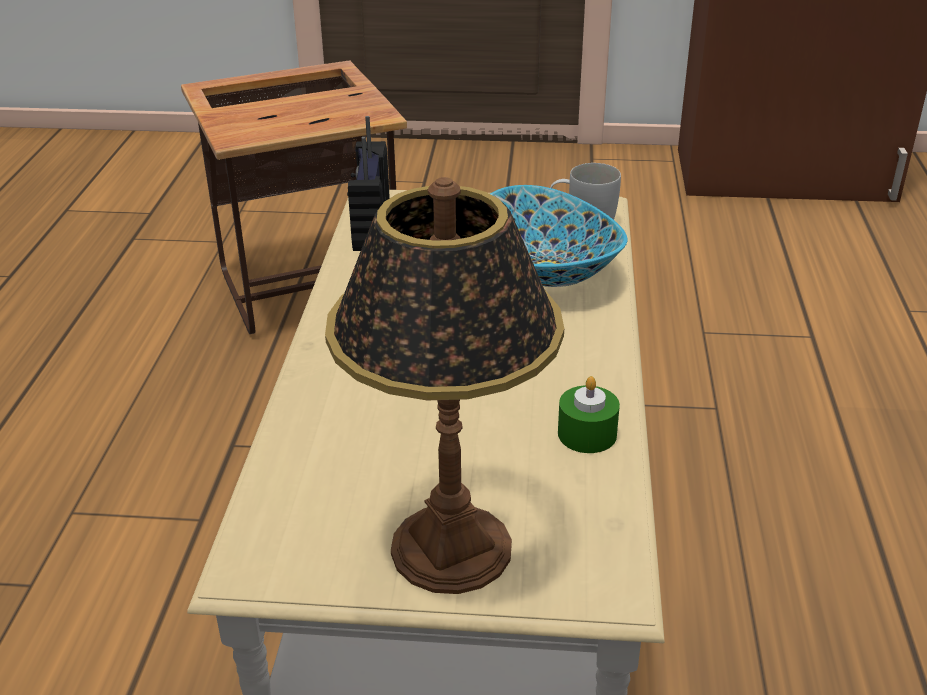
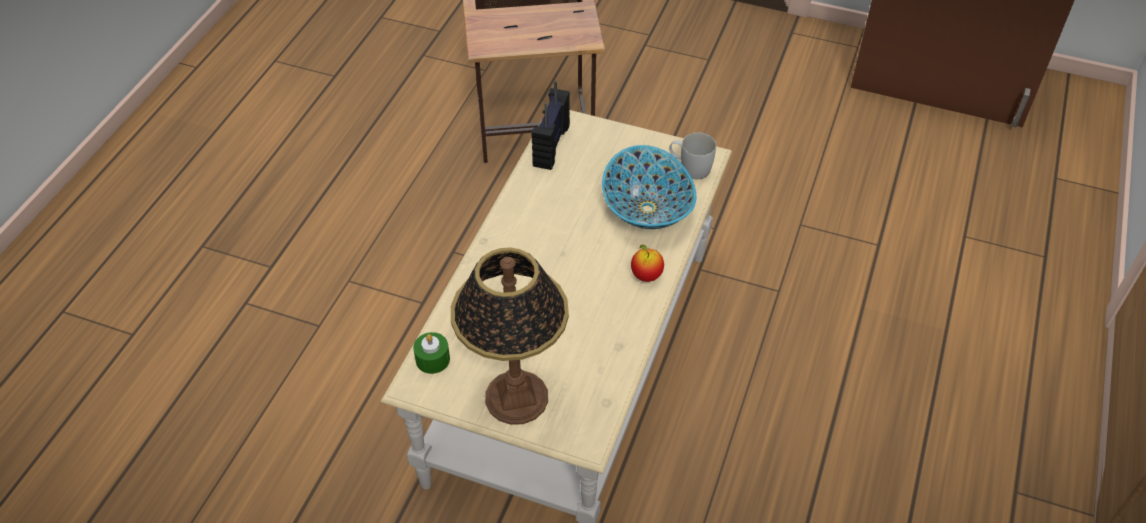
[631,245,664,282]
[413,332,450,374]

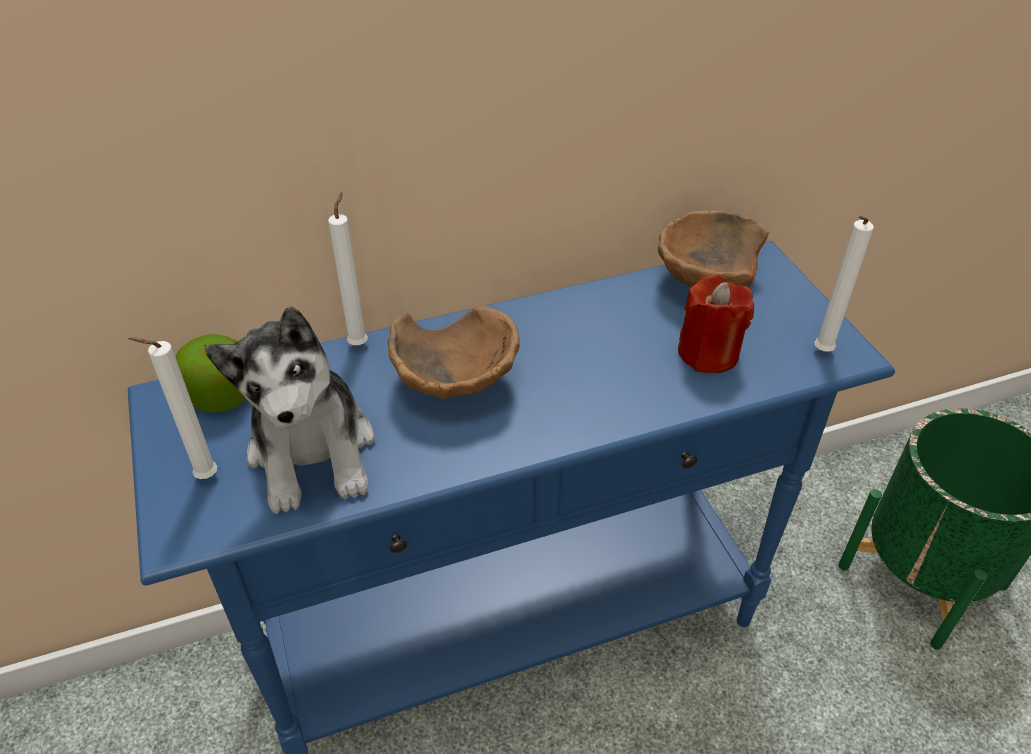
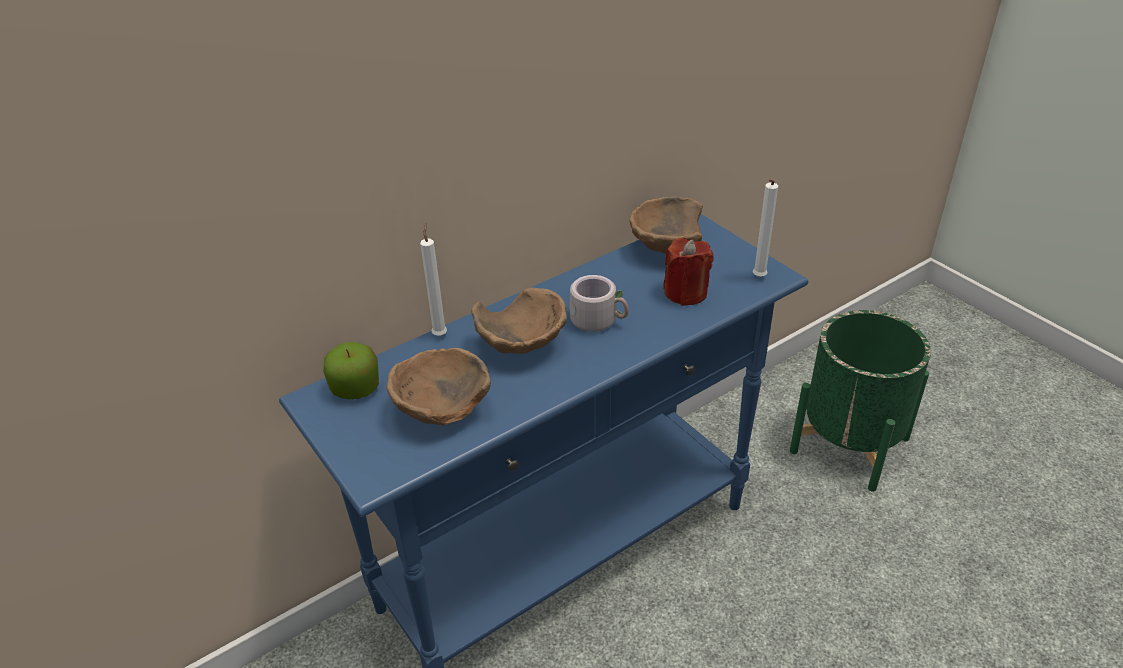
[128,337,217,479] (first image)
[570,275,629,332]
[386,348,491,425]

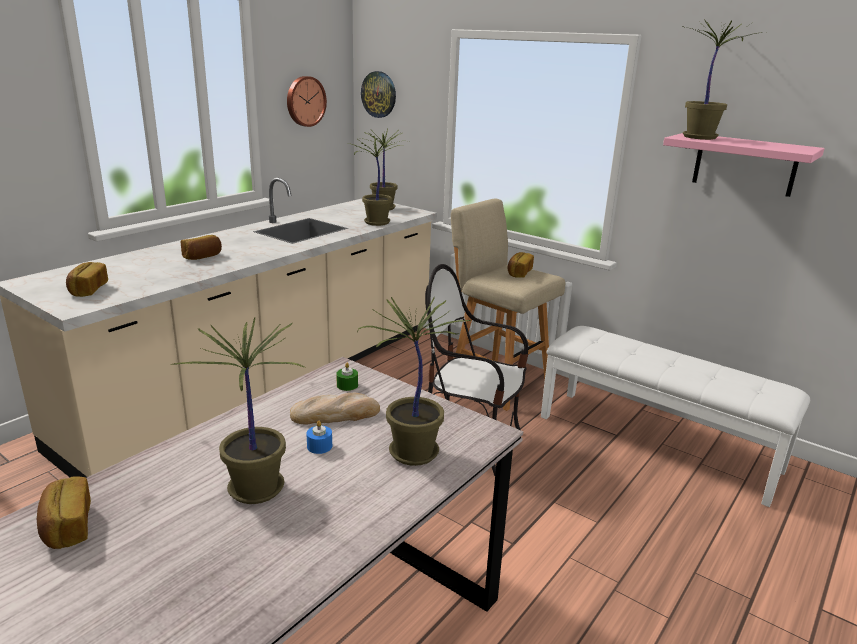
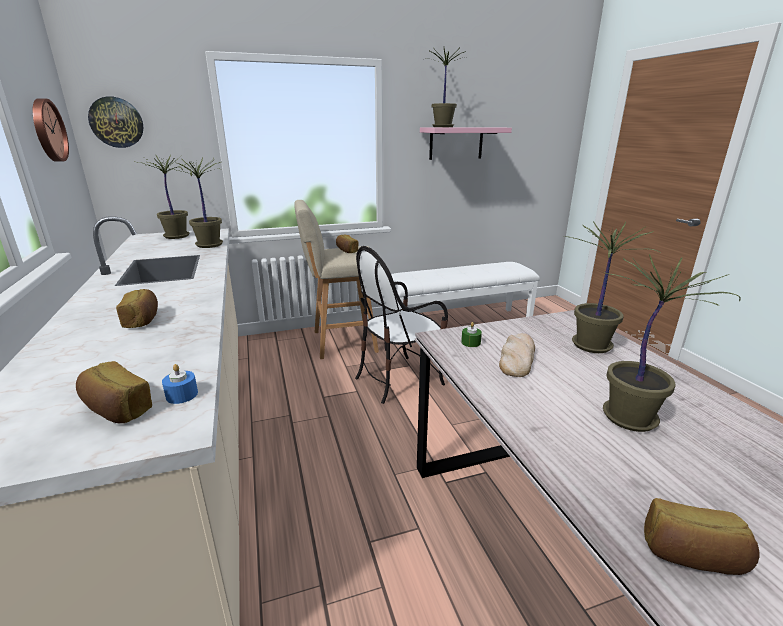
[162,364,198,404]

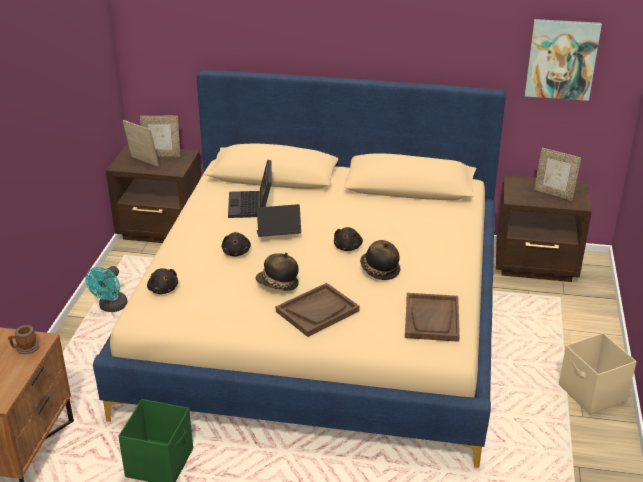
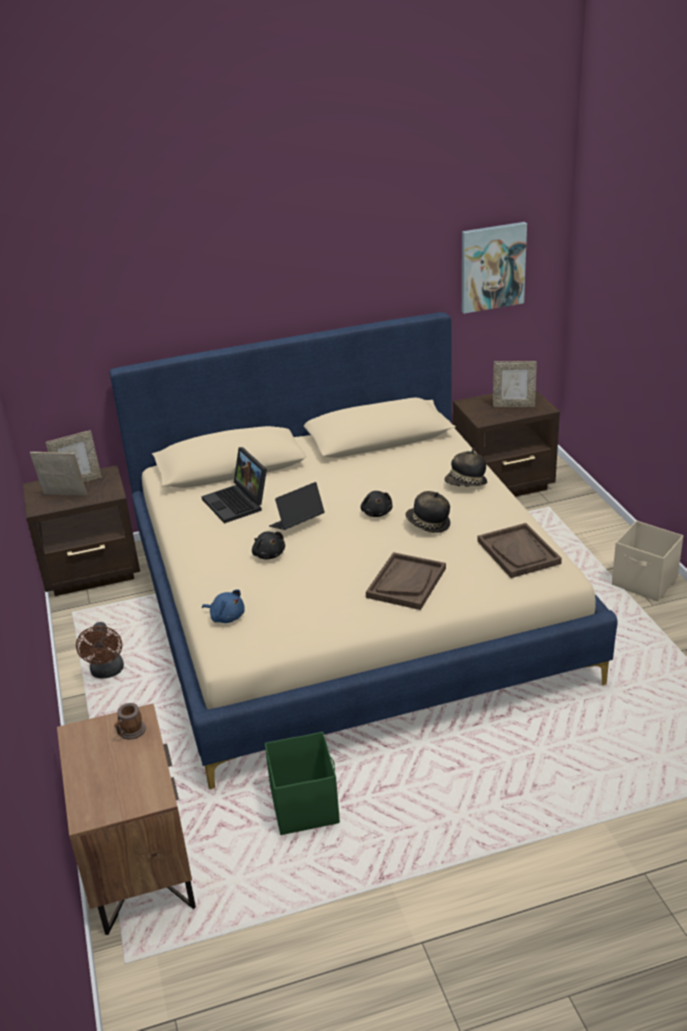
[444,448,487,487]
[76,622,124,678]
[202,589,245,623]

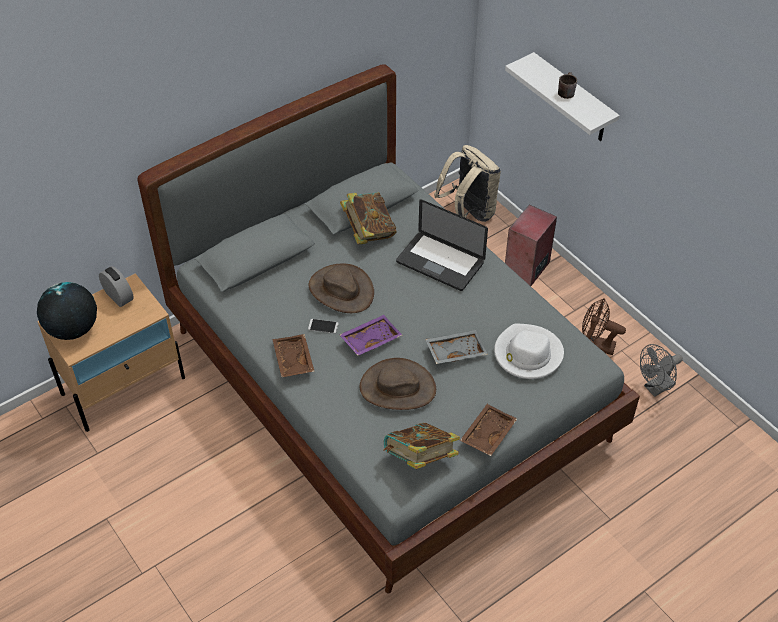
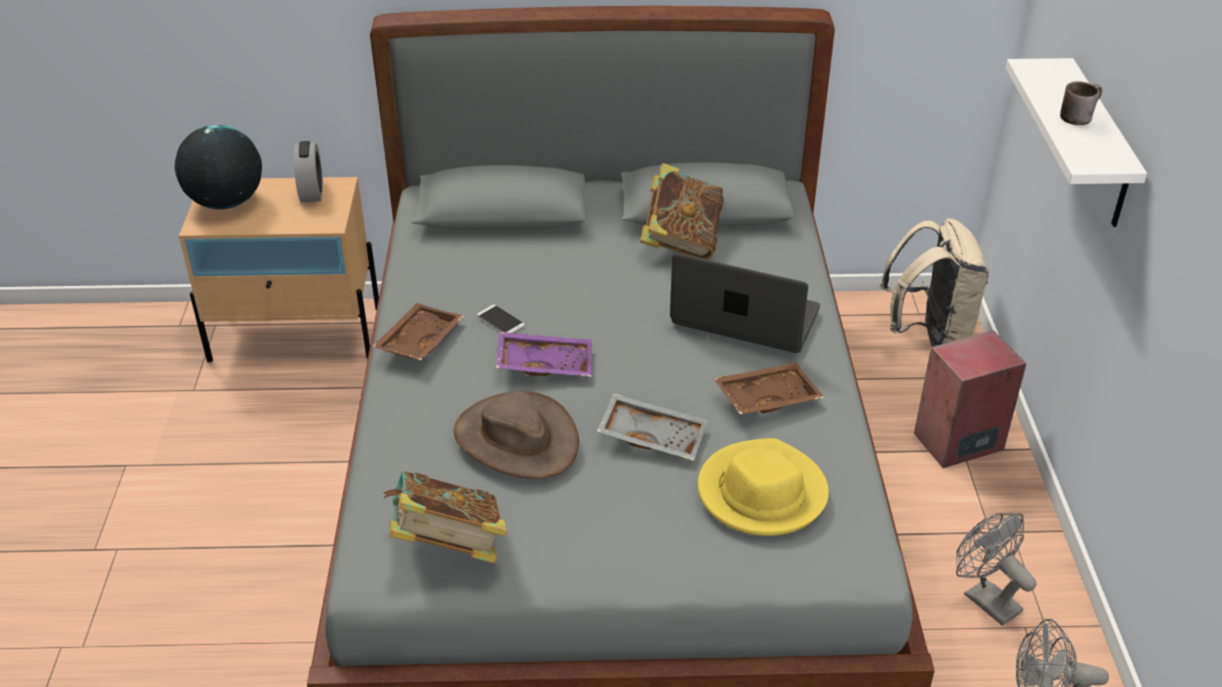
[309,264,374,313] (first image)
[713,363,825,414]
[698,438,829,536]
[956,513,1036,626]
[670,253,820,353]

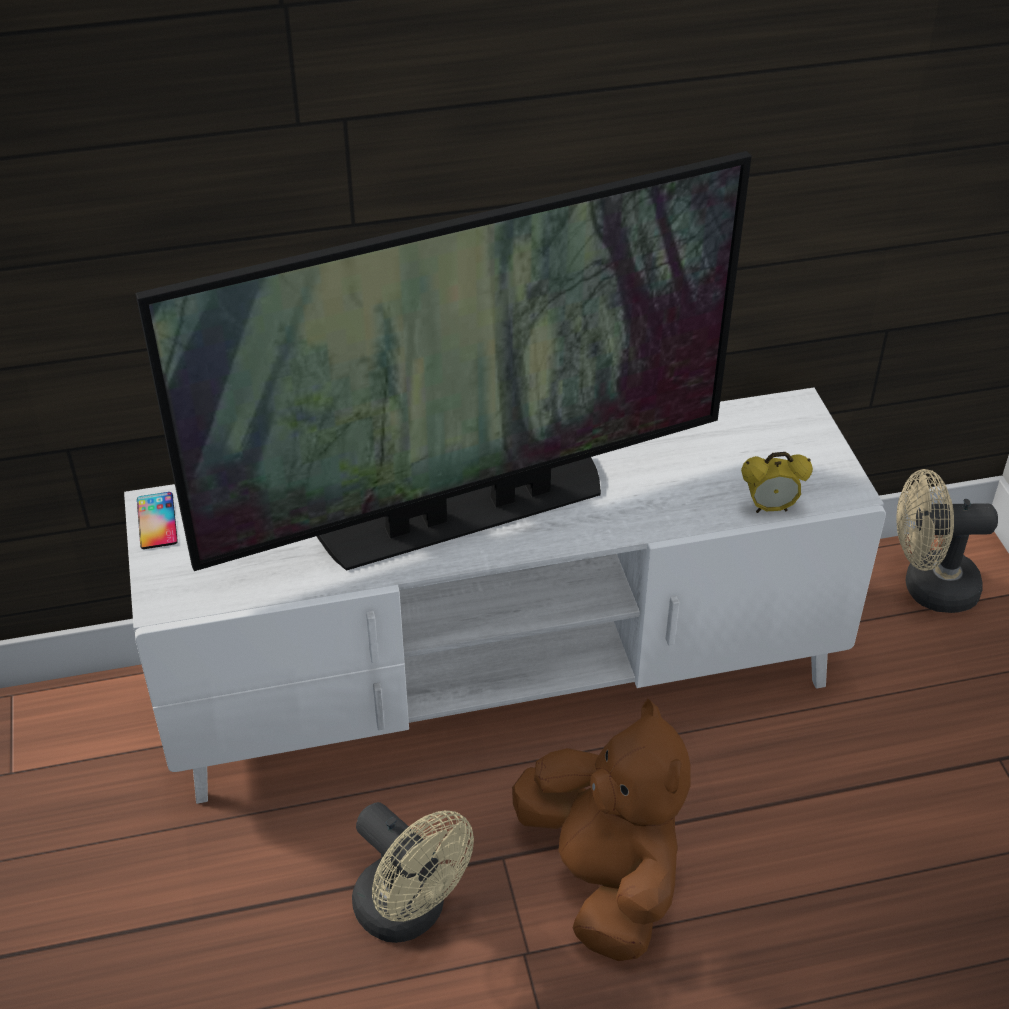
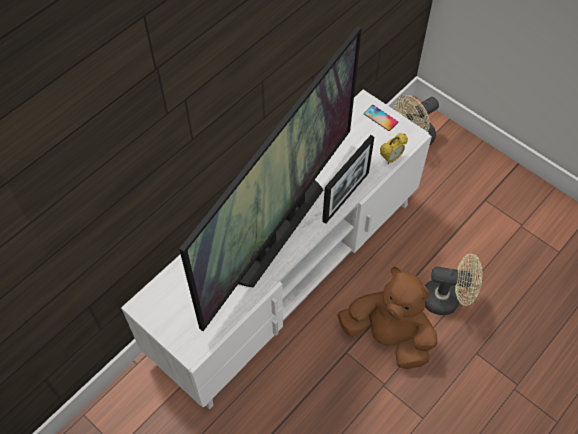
[322,135,374,224]
[364,105,398,131]
[425,254,482,315]

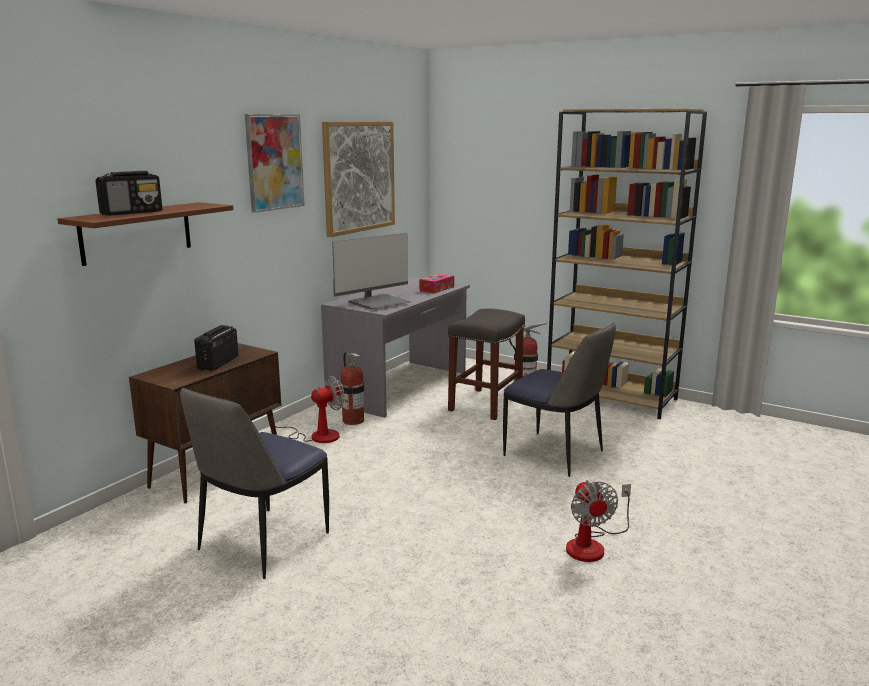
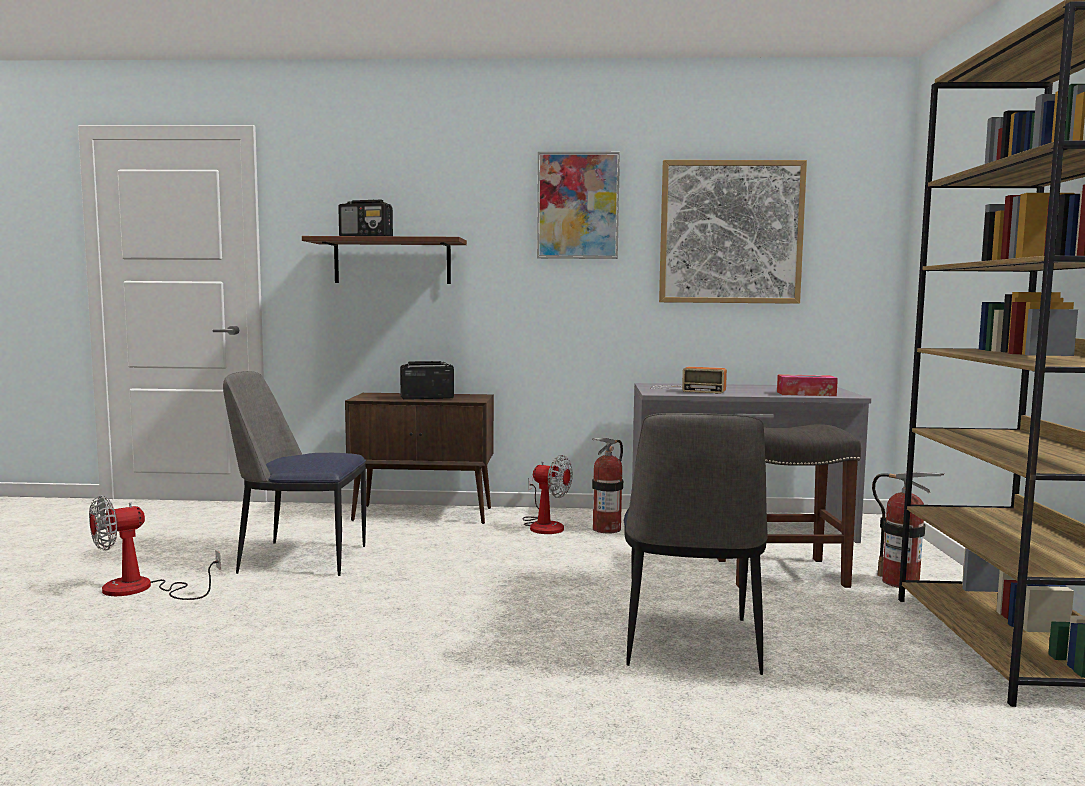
[89,495,221,600]
[650,367,727,394]

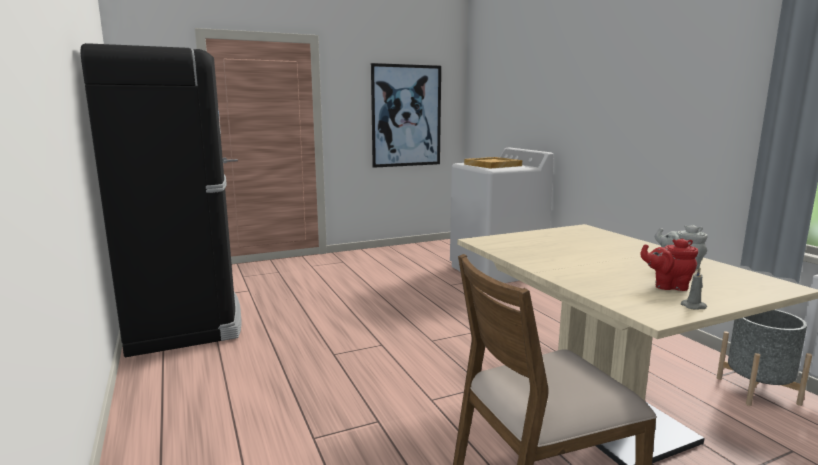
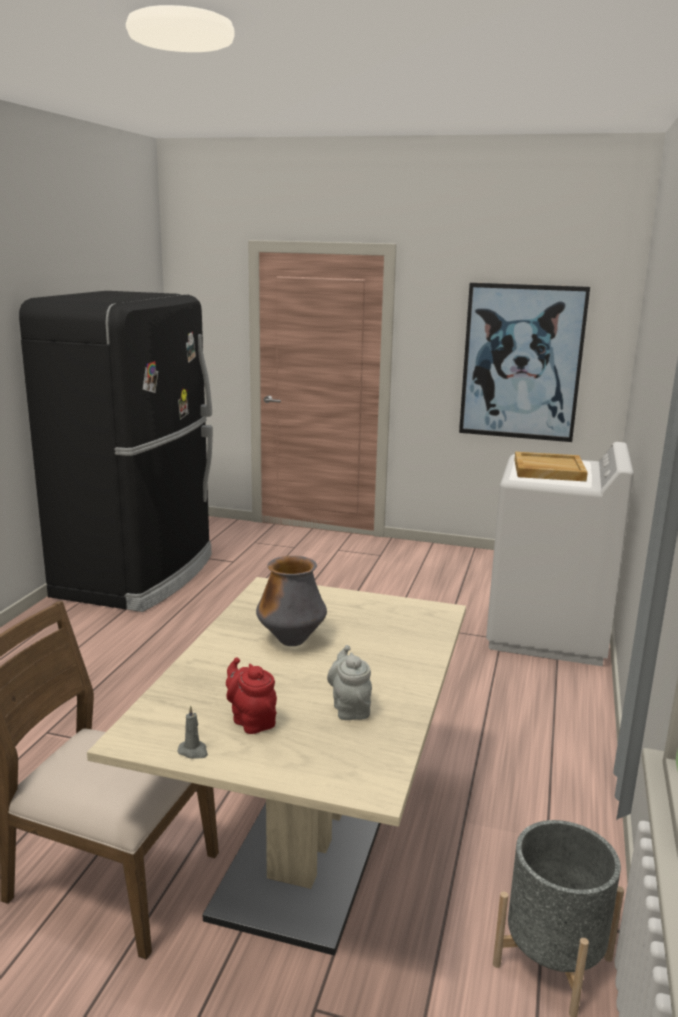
[256,556,327,646]

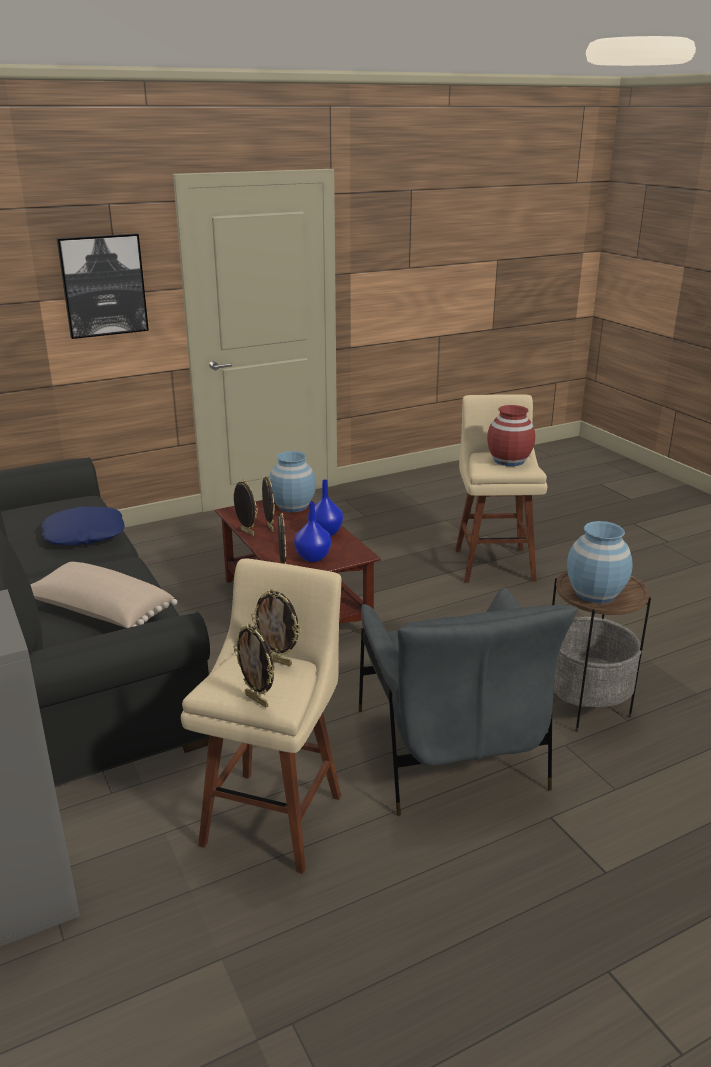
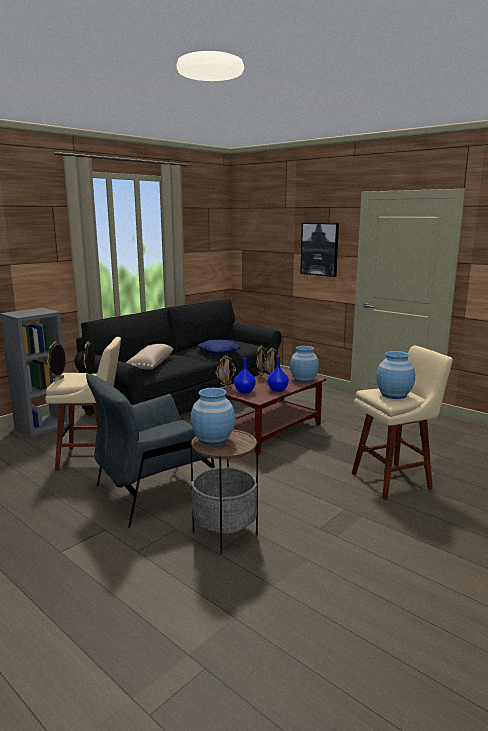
[376,351,415,399]

